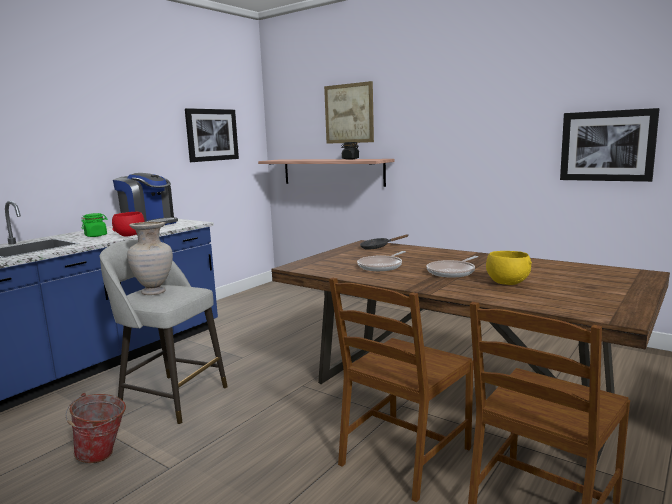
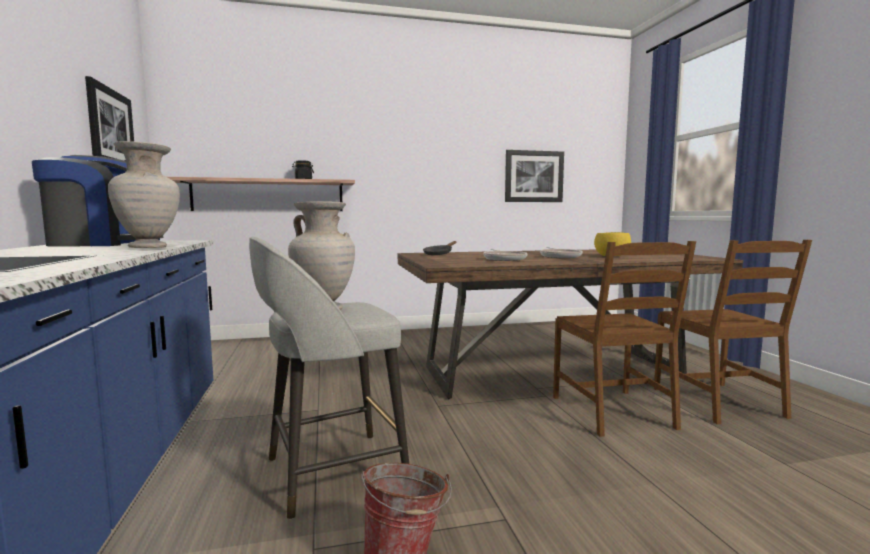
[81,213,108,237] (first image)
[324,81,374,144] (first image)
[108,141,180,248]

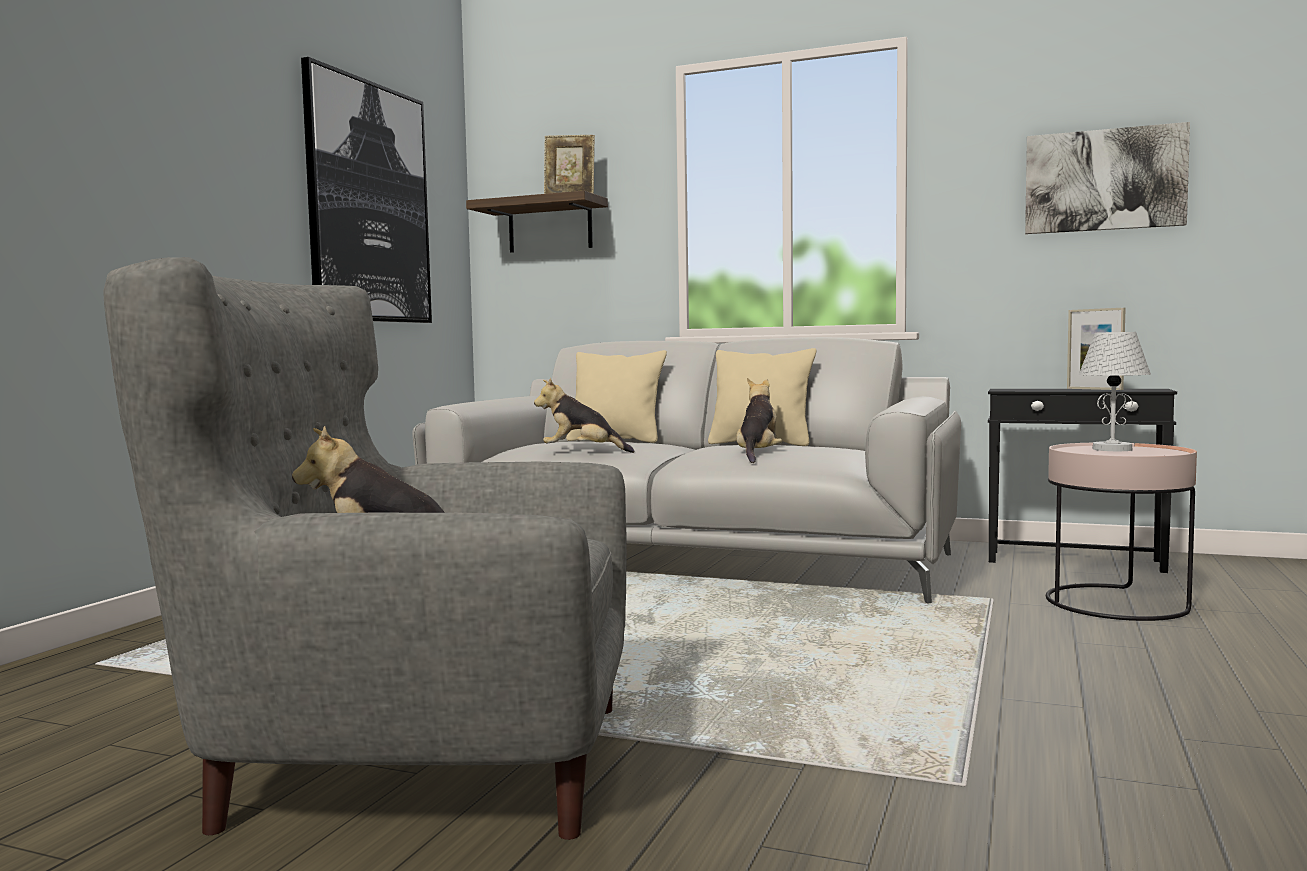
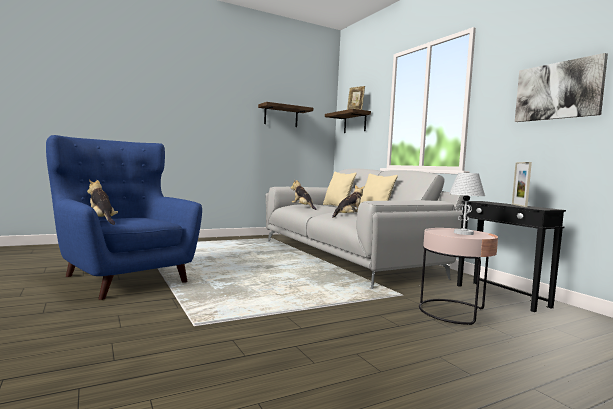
[258,102,313,127]
[46,135,202,300]

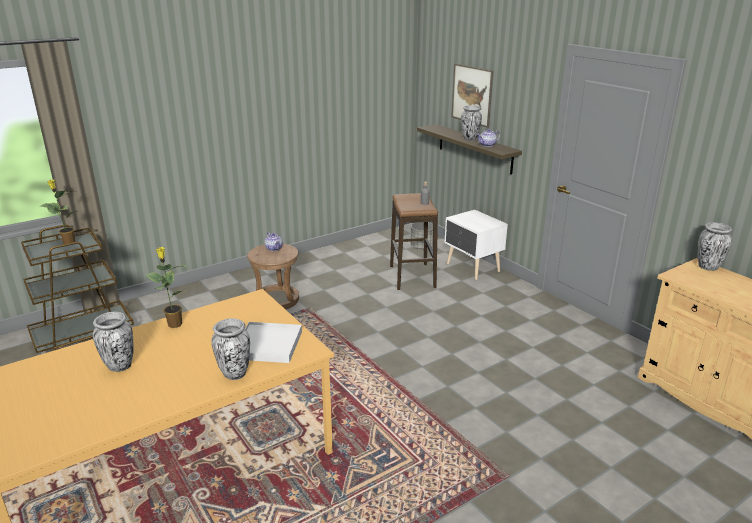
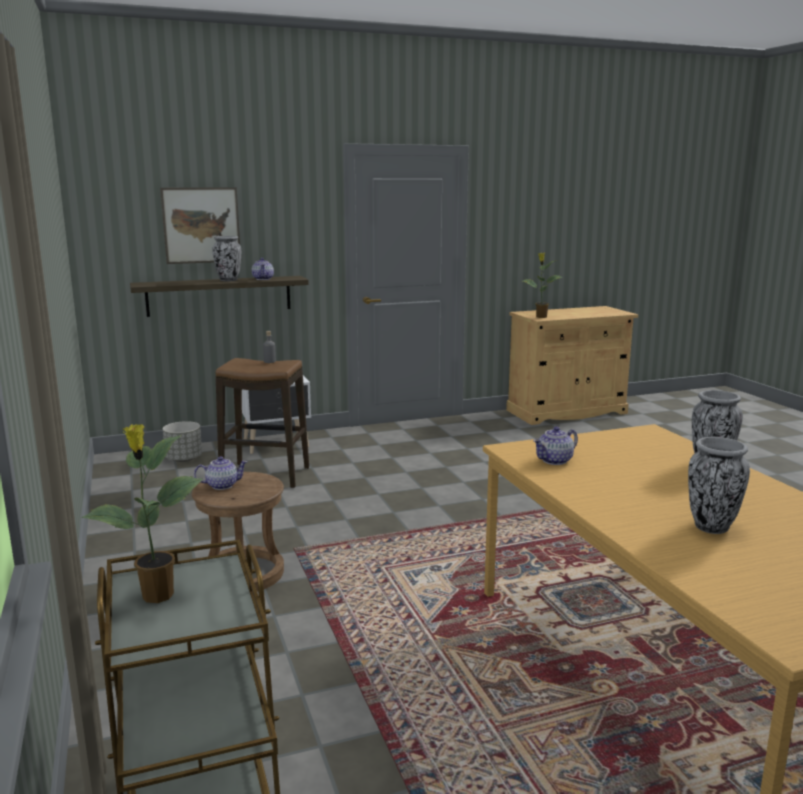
[245,322,302,363] (first image)
[698,222,732,271] (first image)
[533,427,578,465]
[523,253,562,318]

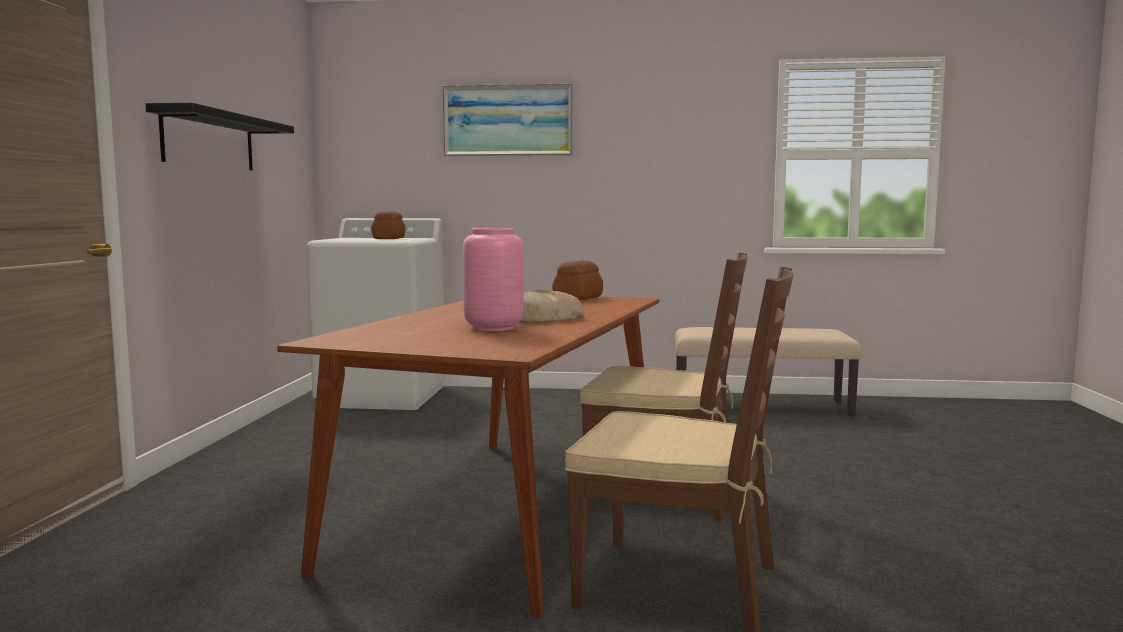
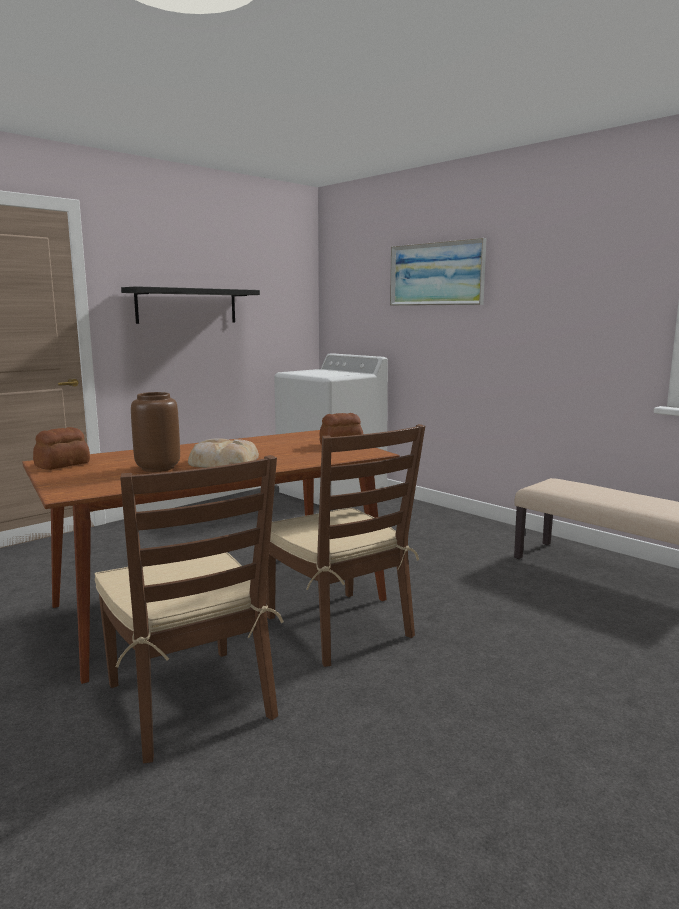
[33,427,90,470]
[131,392,180,472]

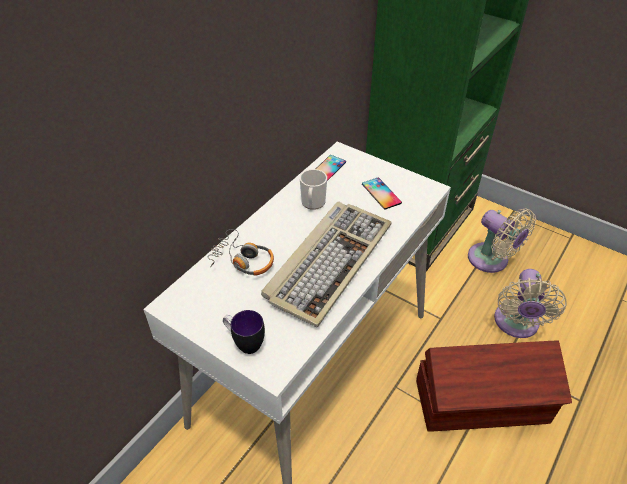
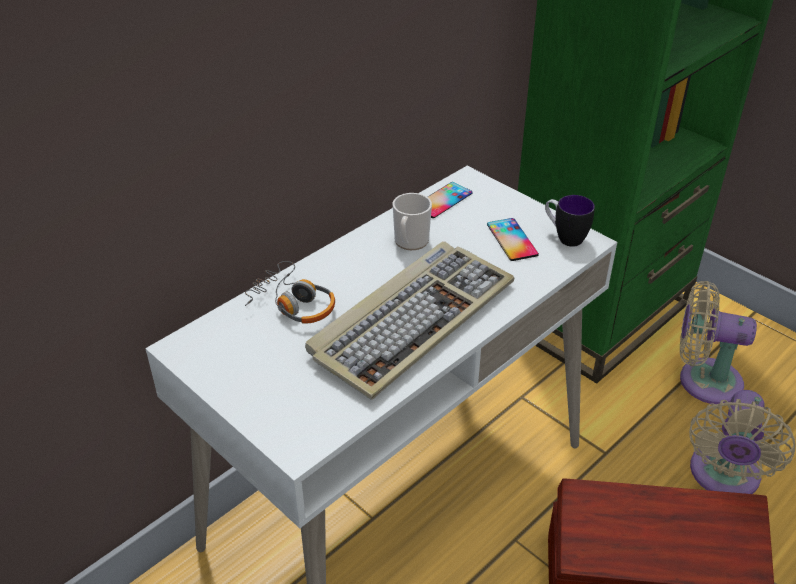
[545,195,595,247]
[680,281,757,404]

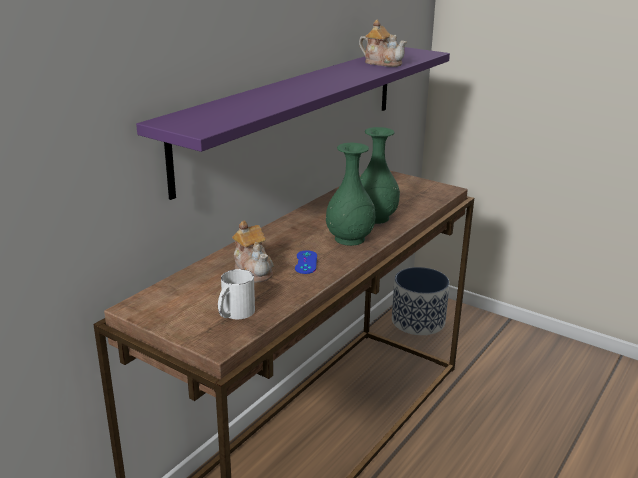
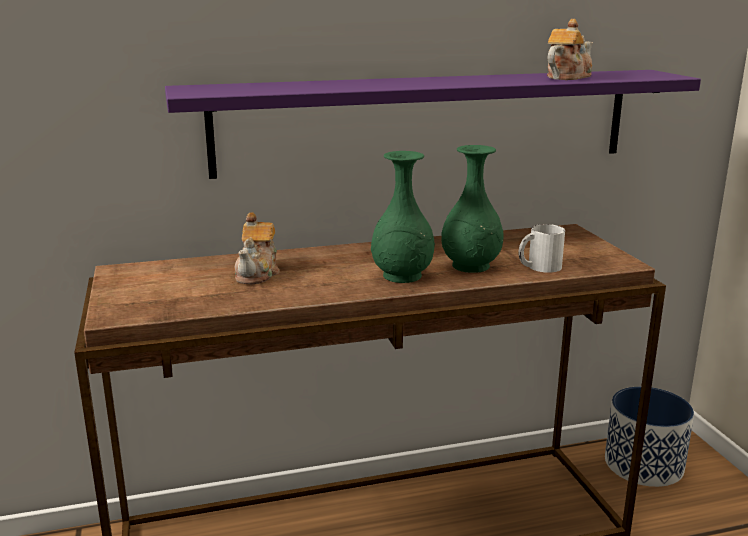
[295,250,317,274] (first image)
[519,224,565,273]
[547,19,593,80]

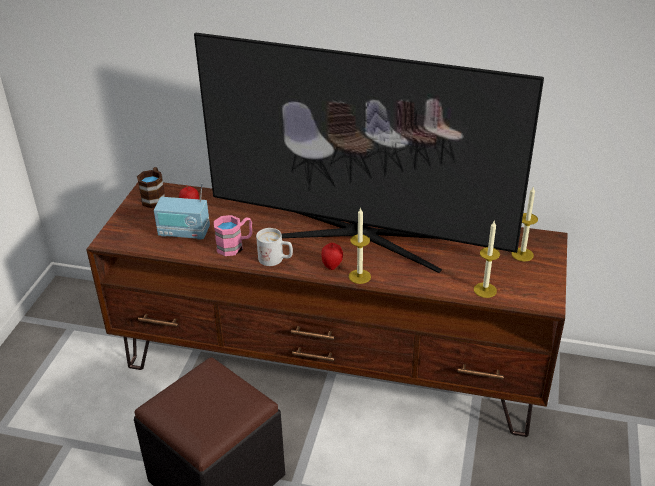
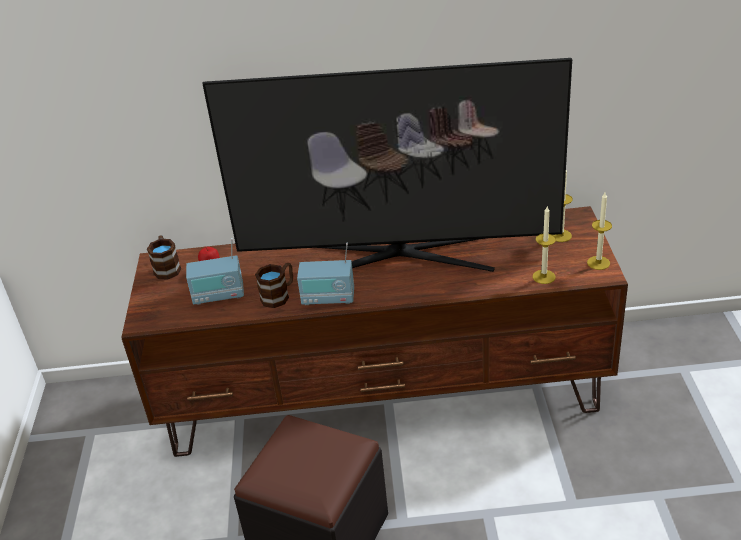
[321,243,343,270] (first image)
[587,193,612,270]
[297,243,354,305]
[255,263,293,308]

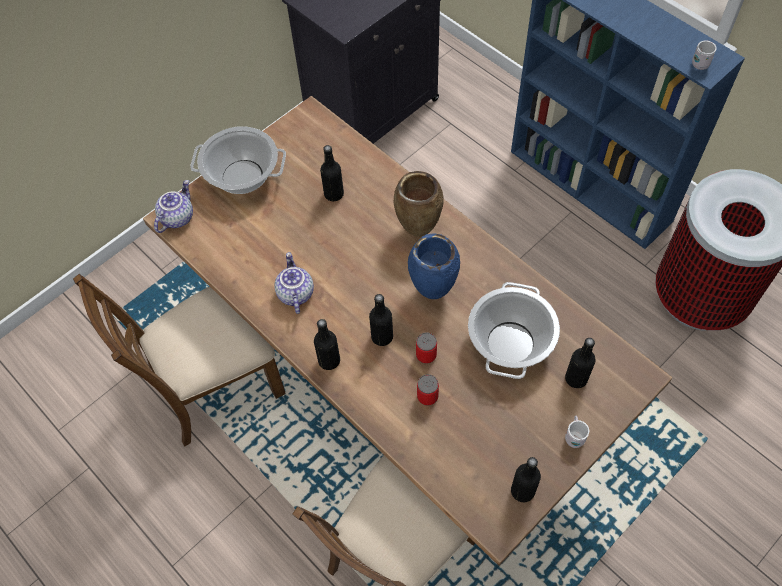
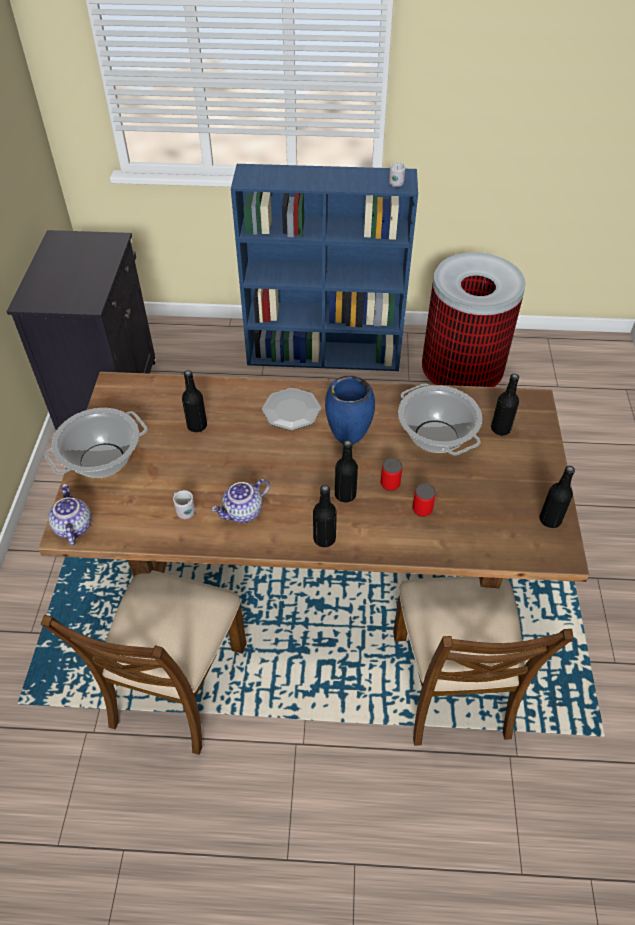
[173,490,195,519]
[262,388,321,431]
[212,479,270,523]

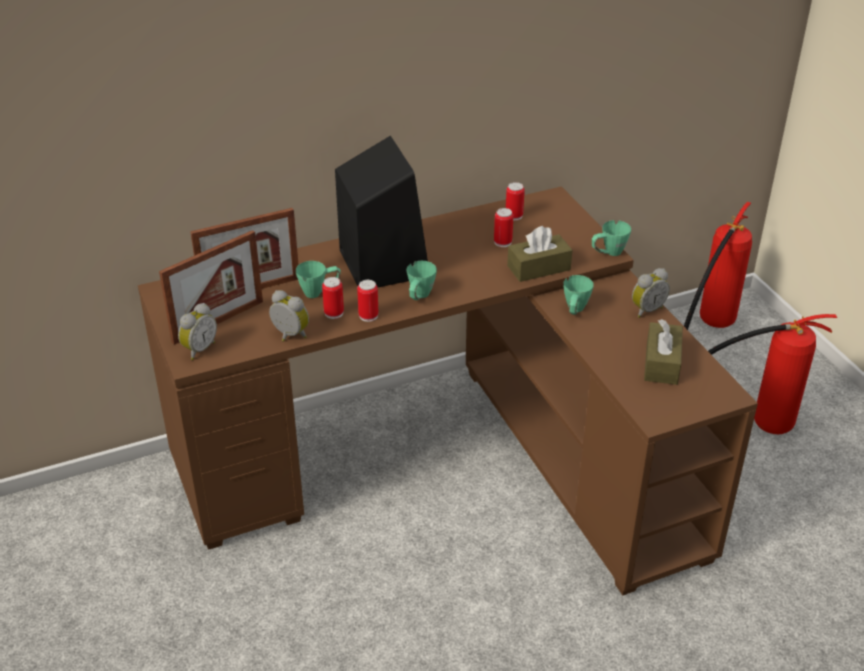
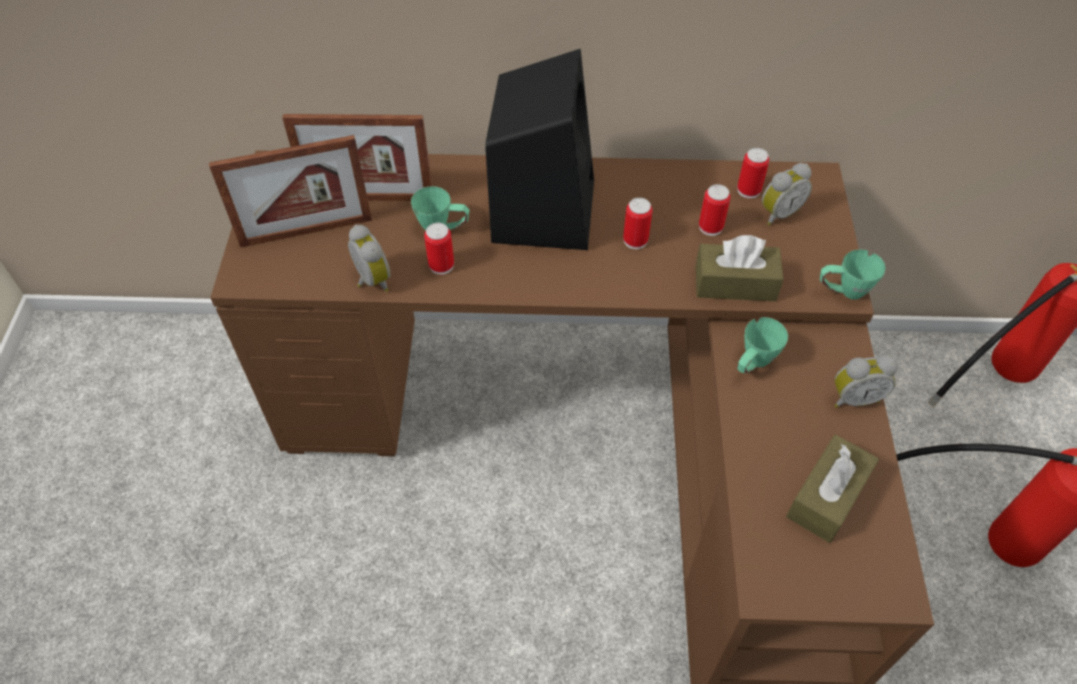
[407,261,437,300] (first image)
[762,163,812,226]
[623,198,653,249]

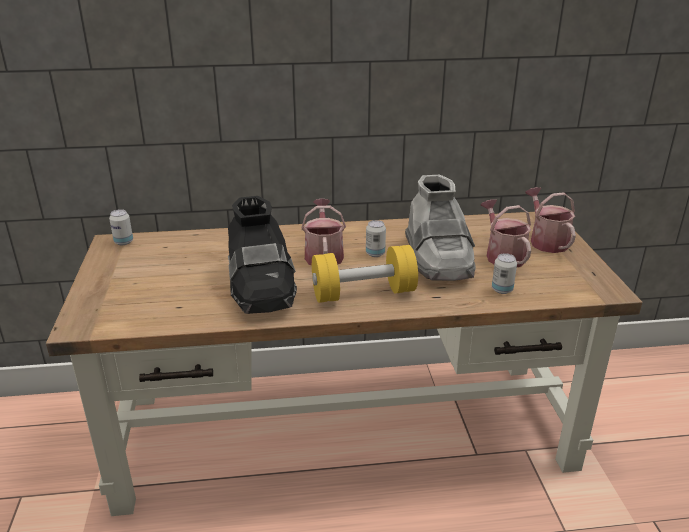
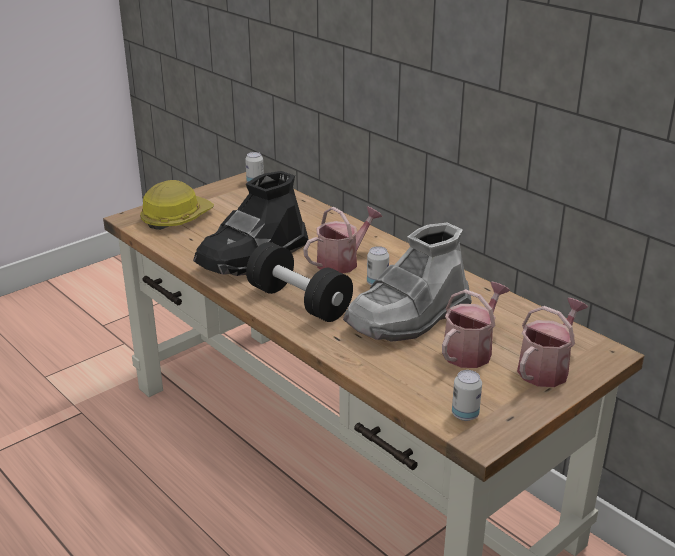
[140,180,214,230]
[452,370,482,421]
[246,242,353,322]

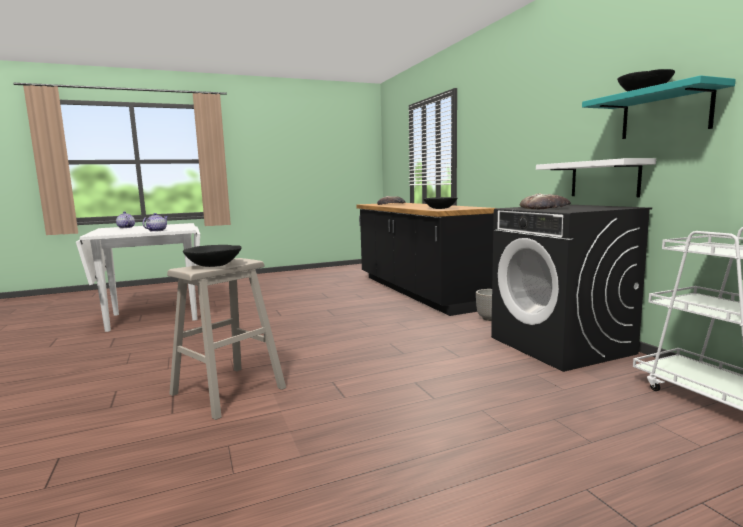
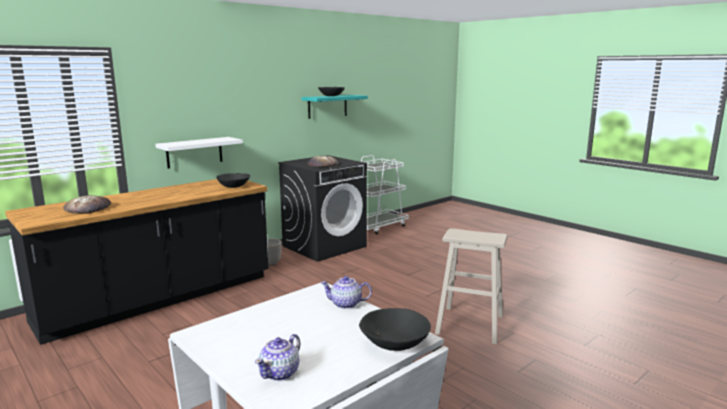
[359,308,431,351]
[155,137,243,169]

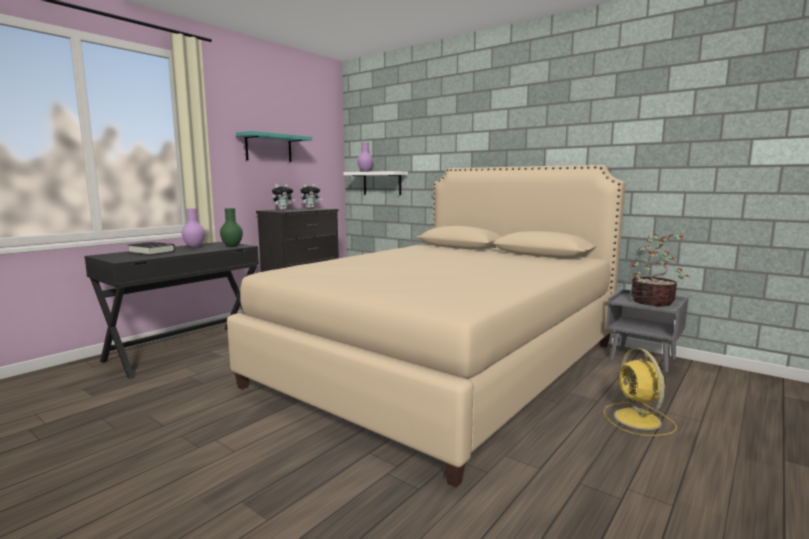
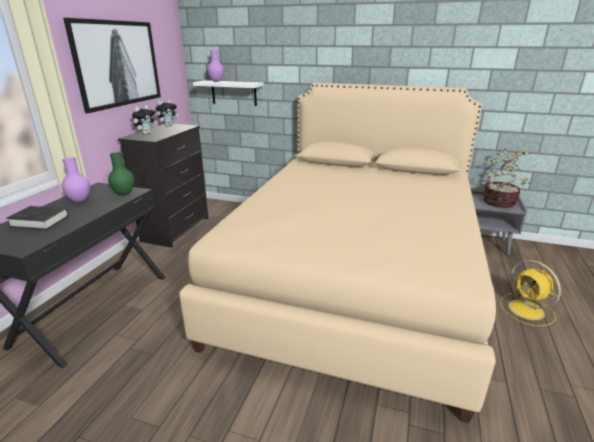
[63,18,161,113]

